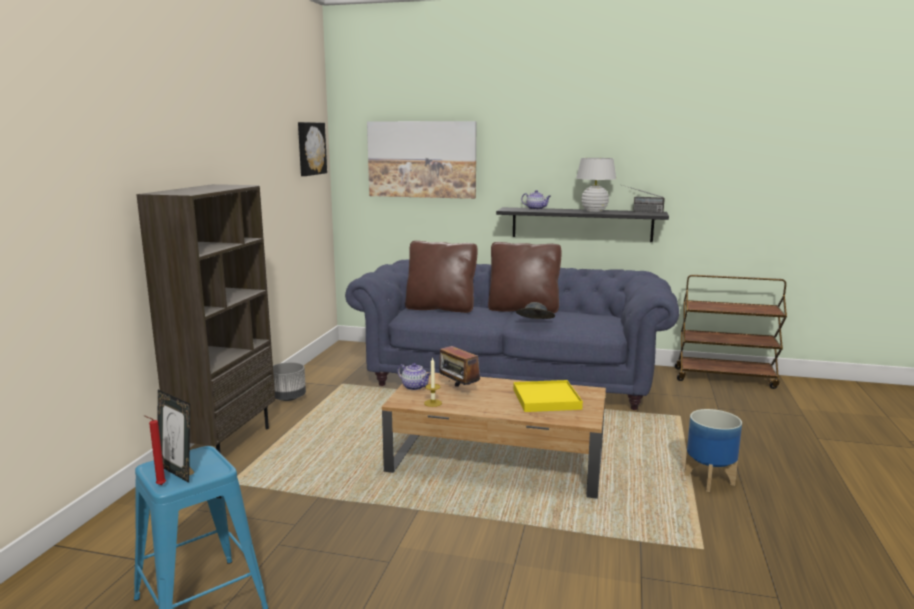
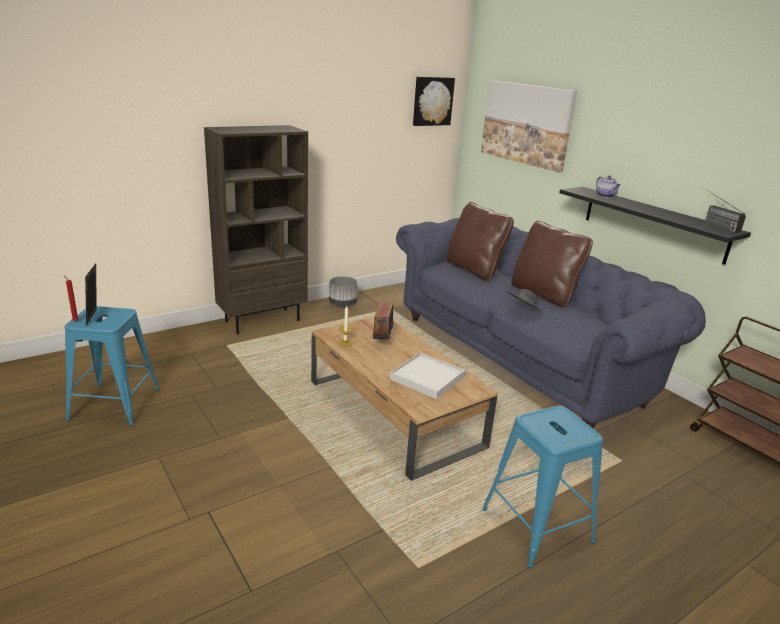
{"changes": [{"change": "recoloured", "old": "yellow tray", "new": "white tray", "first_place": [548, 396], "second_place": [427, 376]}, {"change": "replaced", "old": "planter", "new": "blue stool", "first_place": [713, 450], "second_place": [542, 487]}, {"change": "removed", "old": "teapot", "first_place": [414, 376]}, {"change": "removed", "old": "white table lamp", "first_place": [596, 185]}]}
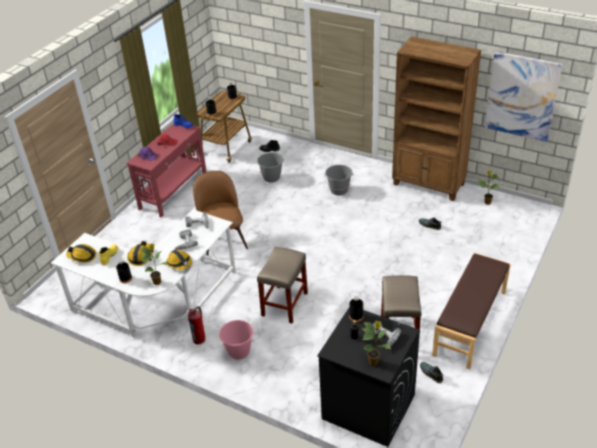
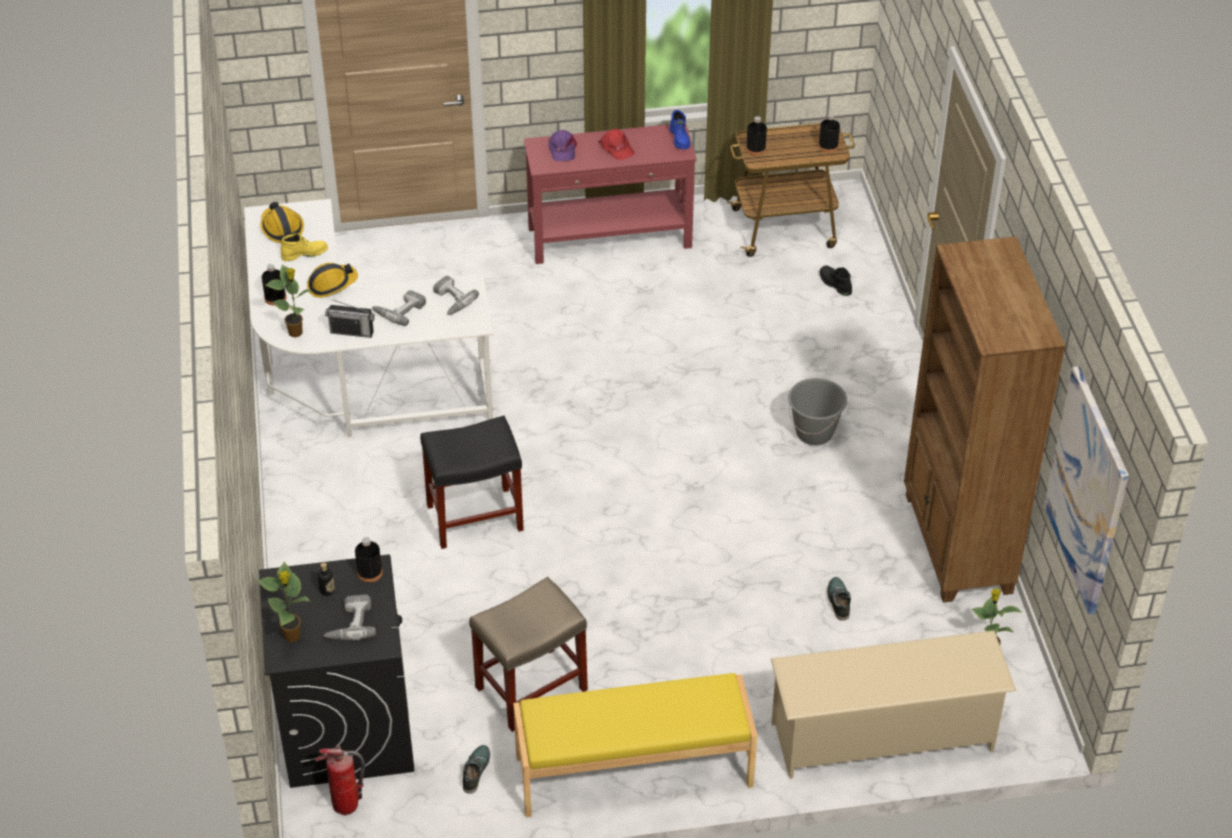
{"changes": [{"change": "moved", "old": "fire extinguisher", "first_place": [196, 325], "second_place": [340, 780]}, {"change": "replaced", "old": "hard hat", "new": "radio", "first_place": [179, 260], "second_place": [350, 318]}, {"change": "recoloured", "old": "beige stool", "new": "black stool", "first_place": [282, 285], "second_place": [472, 482]}, {"change": "recoloured", "old": "brown bench", "new": "yellow bench", "first_place": [471, 311], "second_place": [635, 745]}, {"change": "added", "new": "beige shoe rack", "second_place": [893, 705]}, {"change": "removed", "old": "brown chair", "first_place": [220, 213]}, {"change": "removed", "old": "pink bucket", "first_place": [236, 339]}, {"change": "removed", "old": "grey bucket", "first_place": [270, 168]}]}
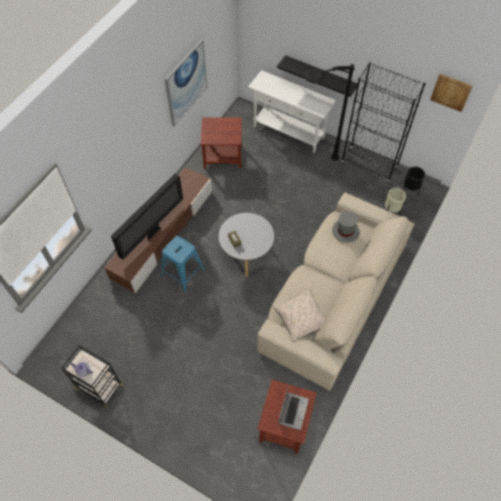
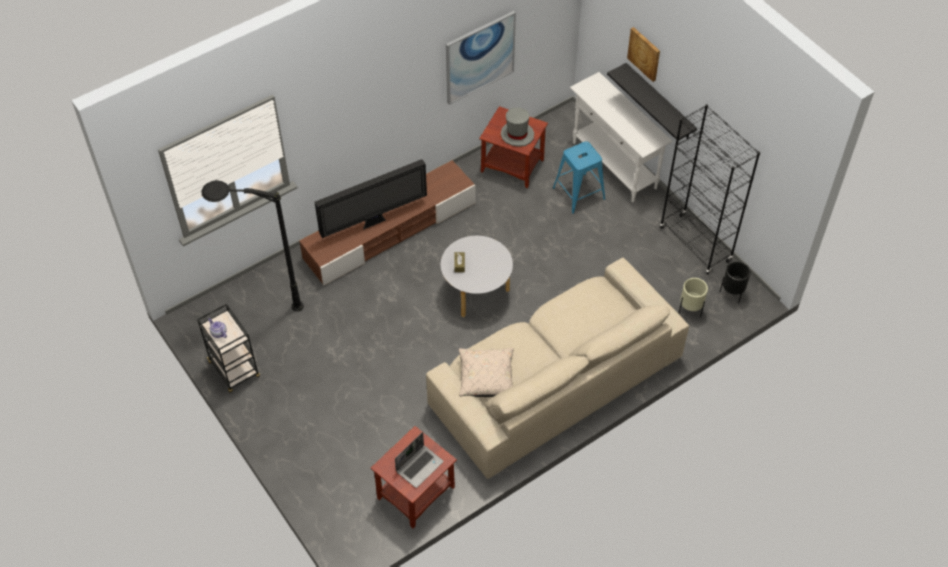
{"changes": [{"change": "moved", "old": "black floor lamp", "first_place": [329, 112], "second_place": [252, 245]}, {"change": "moved", "old": "grey hat", "first_place": [346, 227], "second_place": [517, 127]}, {"change": "moved", "old": "blue stool", "first_place": [183, 264], "second_place": [579, 177]}, {"change": "moved", "old": "picture", "first_place": [451, 93], "second_place": [643, 54]}]}
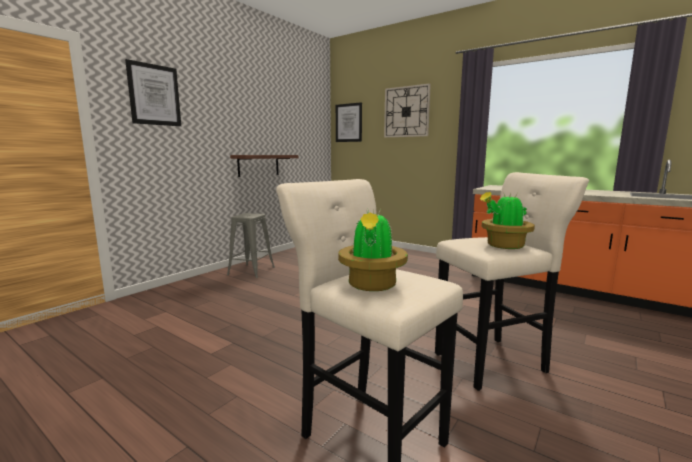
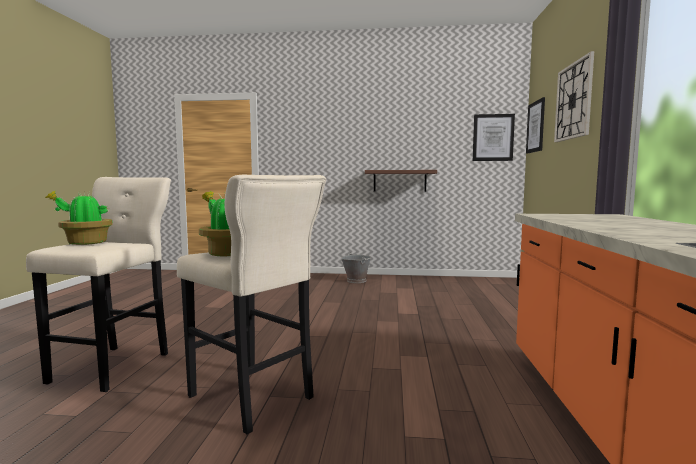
{"changes": [{"change": "replaced", "old": "grey stool", "new": "grey bucket", "first_place": [251, 245], "second_place": [356, 267]}, {"change": "moved", "old": "picture", "first_place": [153, 92], "second_place": [494, 137]}]}
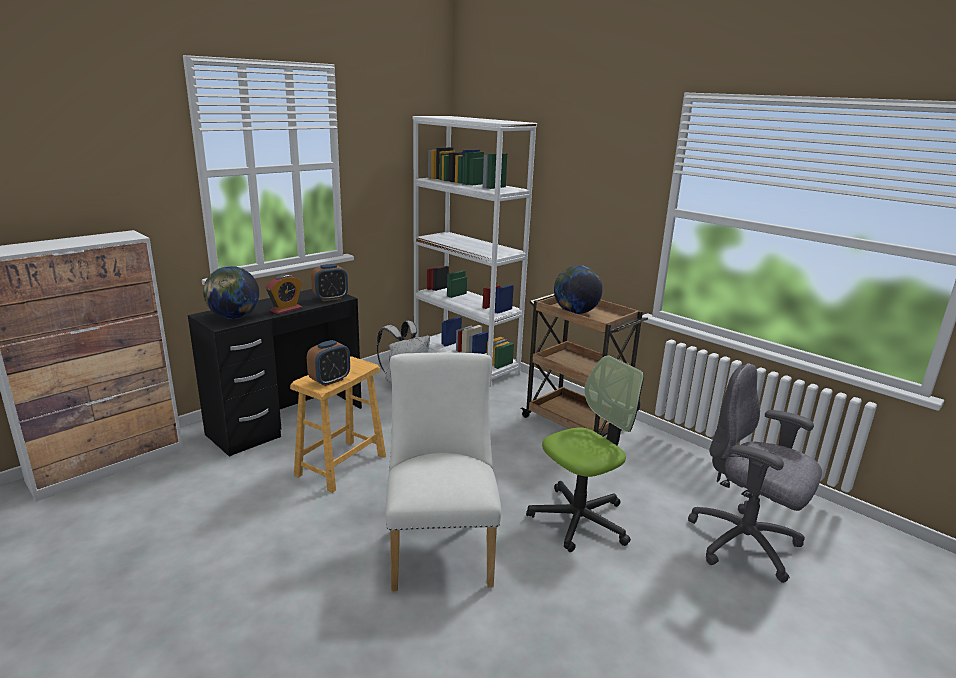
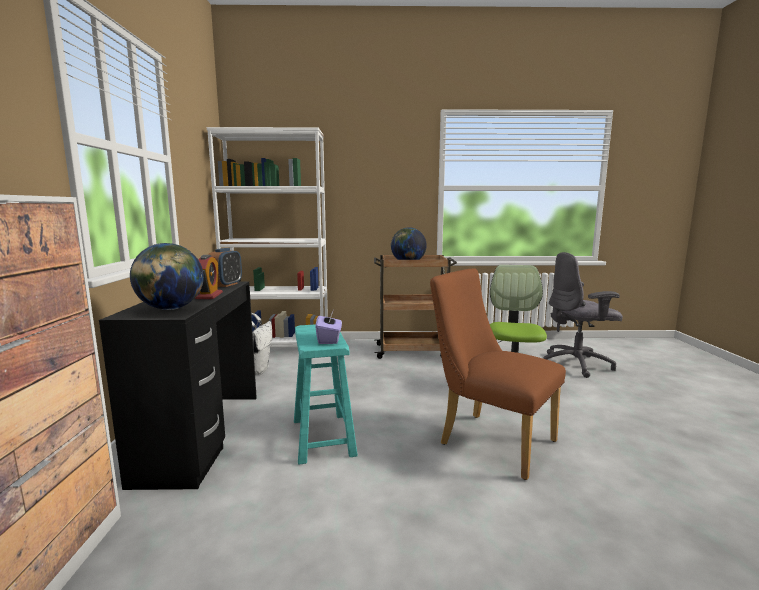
{"changes": [{"change": "recoloured", "old": "brown stool", "new": "turquoise stool", "first_place": [338, 424], "second_place": [326, 394]}, {"change": "replaced", "old": "alarm clock", "new": "purple tissue box", "first_place": [328, 363], "second_place": [329, 327]}, {"change": "recoloured", "old": "white chair", "new": "brown chair", "first_place": [443, 472], "second_place": [498, 374]}]}
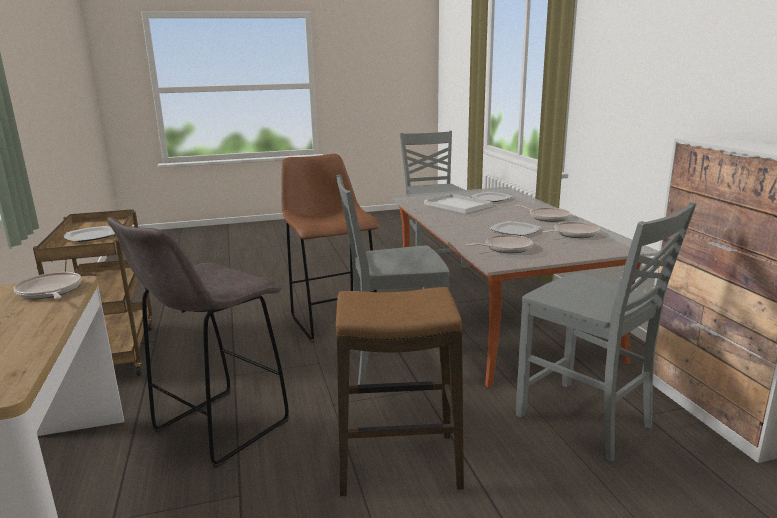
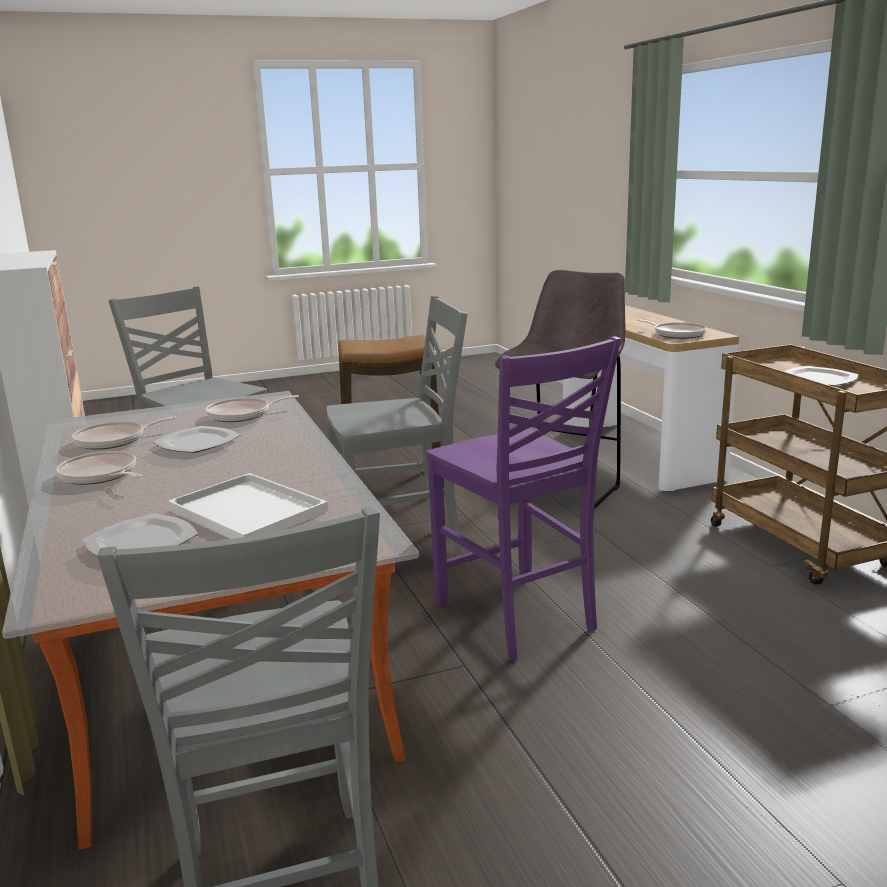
{"changes": [{"change": "replaced", "old": "brown stool", "new": "purple chair", "first_place": [330, 248], "second_place": [523, 498]}]}
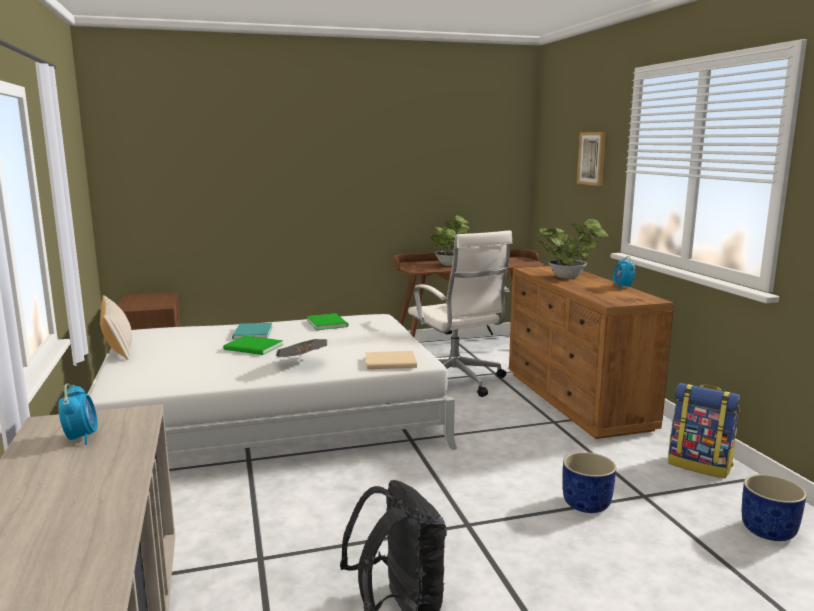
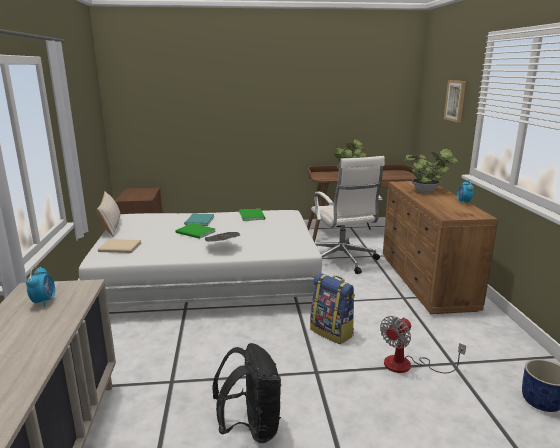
{"changes": [{"change": "moved", "old": "beige book", "first_place": [391, 360], "second_place": [119, 246]}, {"change": "moved", "old": "backpack", "first_place": [704, 430], "second_place": [332, 308]}, {"change": "replaced", "old": "blue planter", "new": "fan", "first_place": [589, 482], "second_place": [423, 344]}]}
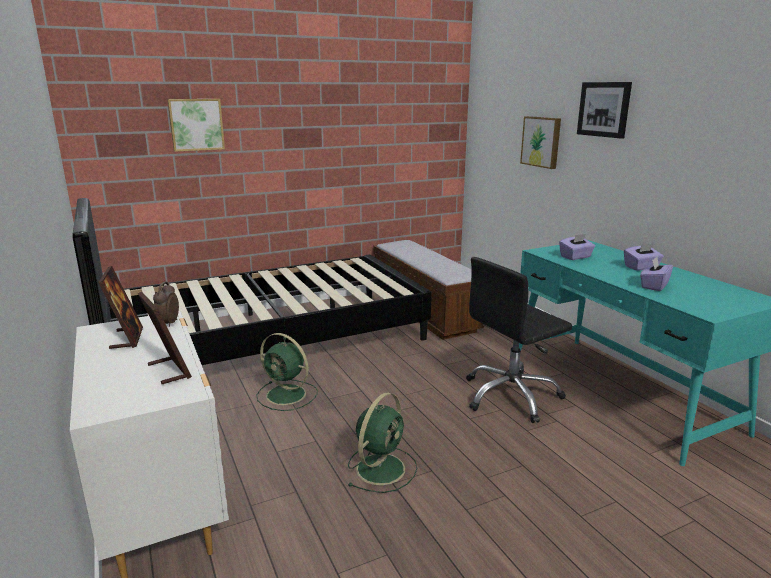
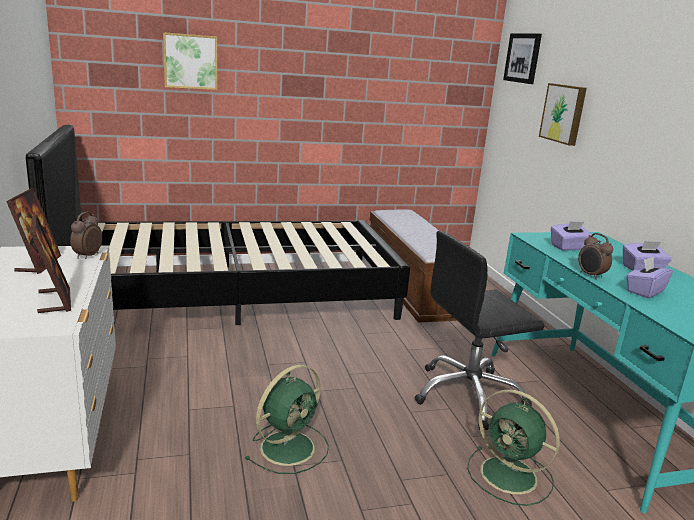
{"changes": [{"change": "moved", "old": "green fan", "first_place": [287, 372], "second_place": [513, 447]}, {"change": "moved", "old": "picture", "first_place": [604, 110], "second_place": [522, 58]}, {"change": "added", "new": "alarm clock", "second_place": [595, 256]}]}
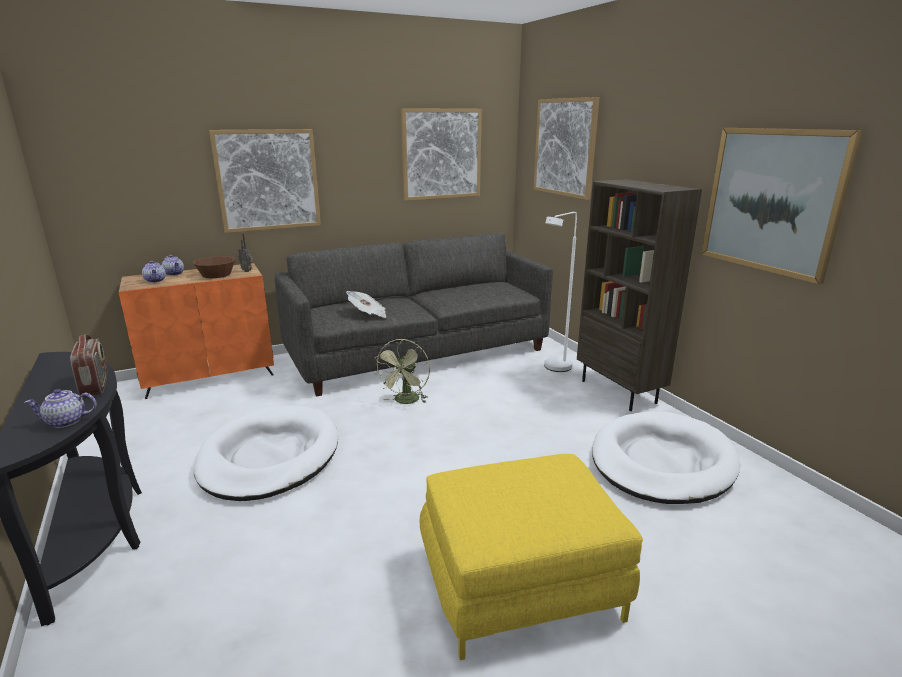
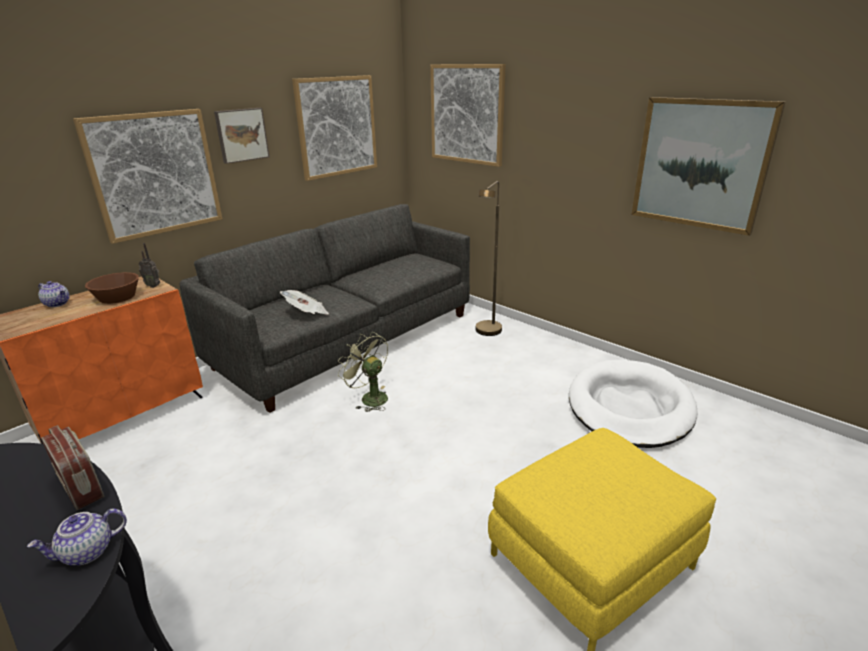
{"changes": [{"change": "added", "new": "picture", "second_place": [241, 136]}, {"change": "turned", "old": "green fan", "first_place": [402, 371], "second_place": [363, 372], "degrees": 135}, {"change": "recoloured", "old": "white floor lamp", "new": "brown floor lamp", "first_place": [560, 292], "second_place": [489, 258]}, {"change": "removed", "old": "teapot", "first_place": [154, 272]}, {"change": "removed", "old": "white dog bed", "first_place": [266, 453]}, {"change": "removed", "old": "brown bookcase", "first_place": [639, 295]}]}
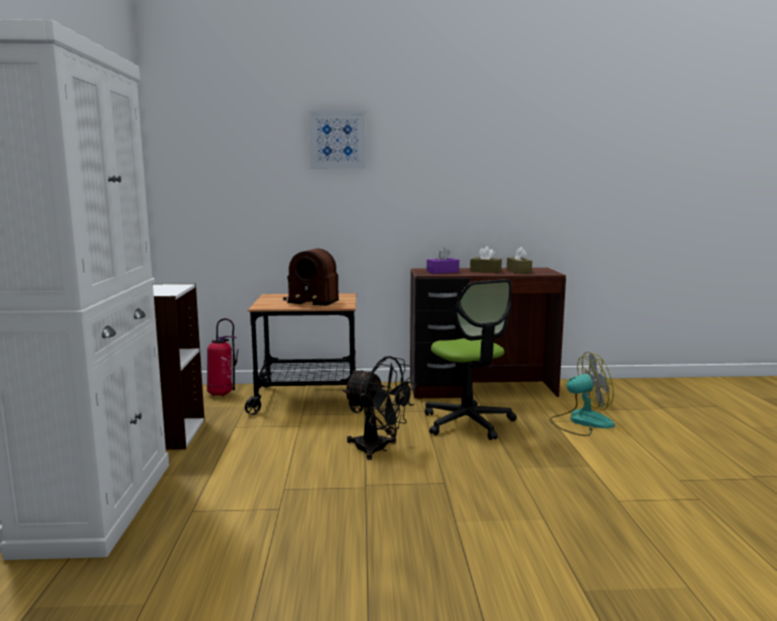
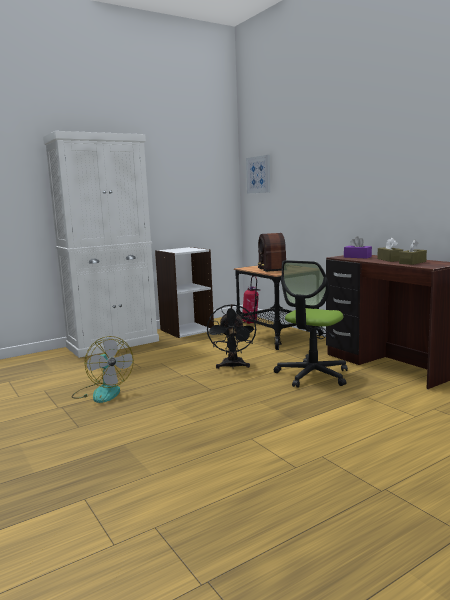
{"changes": [{"change": "moved", "old": "fan", "first_place": [582, 394], "second_place": [103, 369]}, {"change": "moved", "old": "picture", "first_place": [337, 139], "second_place": [258, 174]}]}
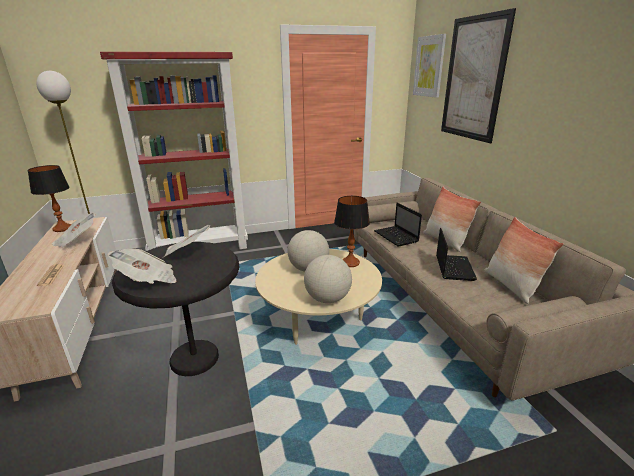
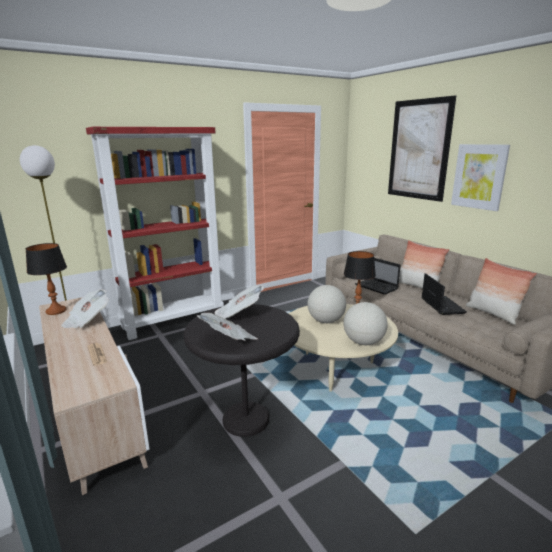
{"changes": [{"change": "moved", "old": "picture", "first_place": [429, 66], "second_place": [480, 177]}]}
